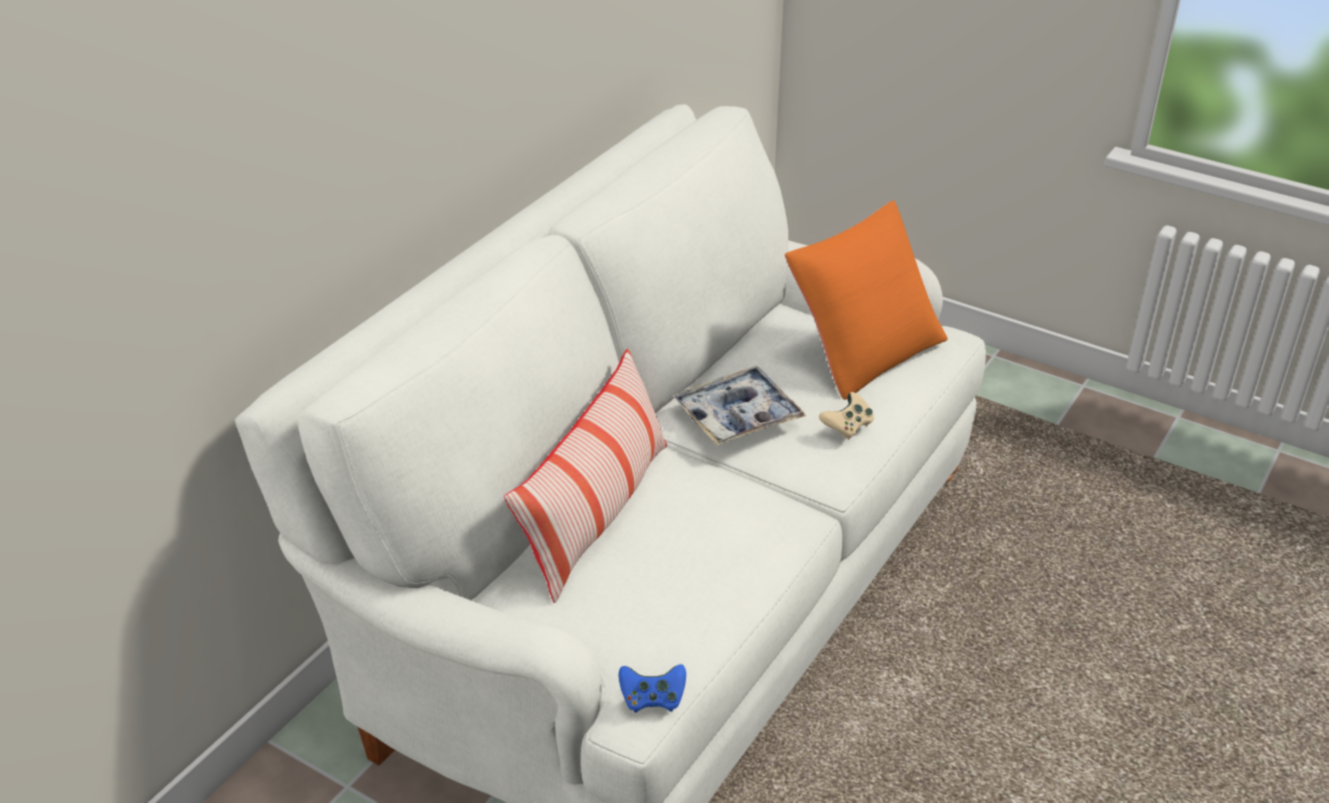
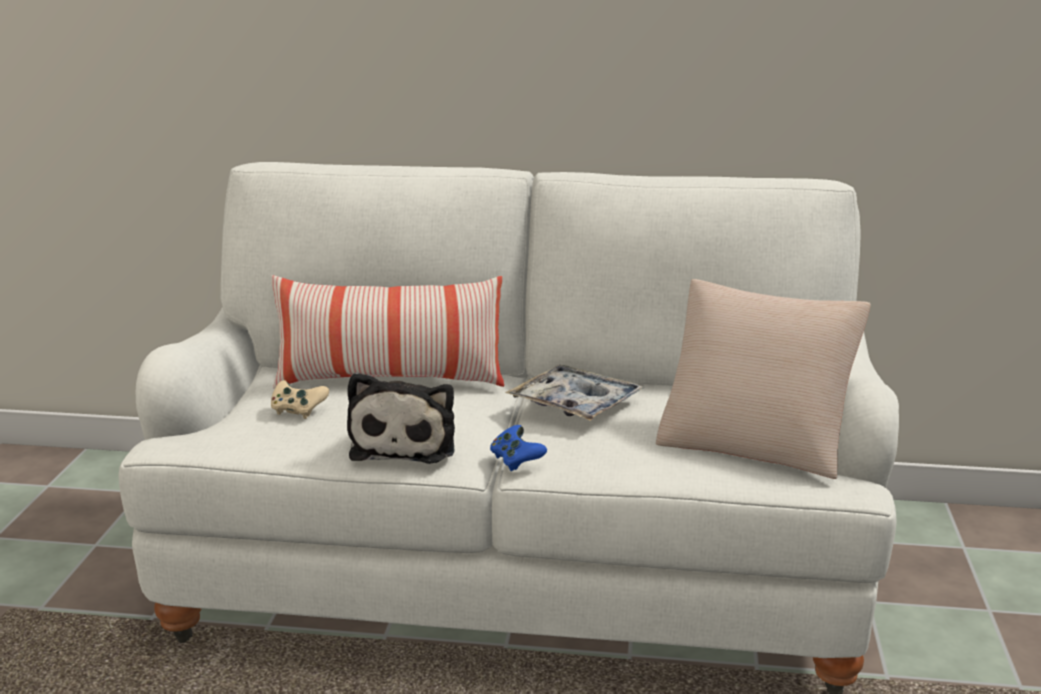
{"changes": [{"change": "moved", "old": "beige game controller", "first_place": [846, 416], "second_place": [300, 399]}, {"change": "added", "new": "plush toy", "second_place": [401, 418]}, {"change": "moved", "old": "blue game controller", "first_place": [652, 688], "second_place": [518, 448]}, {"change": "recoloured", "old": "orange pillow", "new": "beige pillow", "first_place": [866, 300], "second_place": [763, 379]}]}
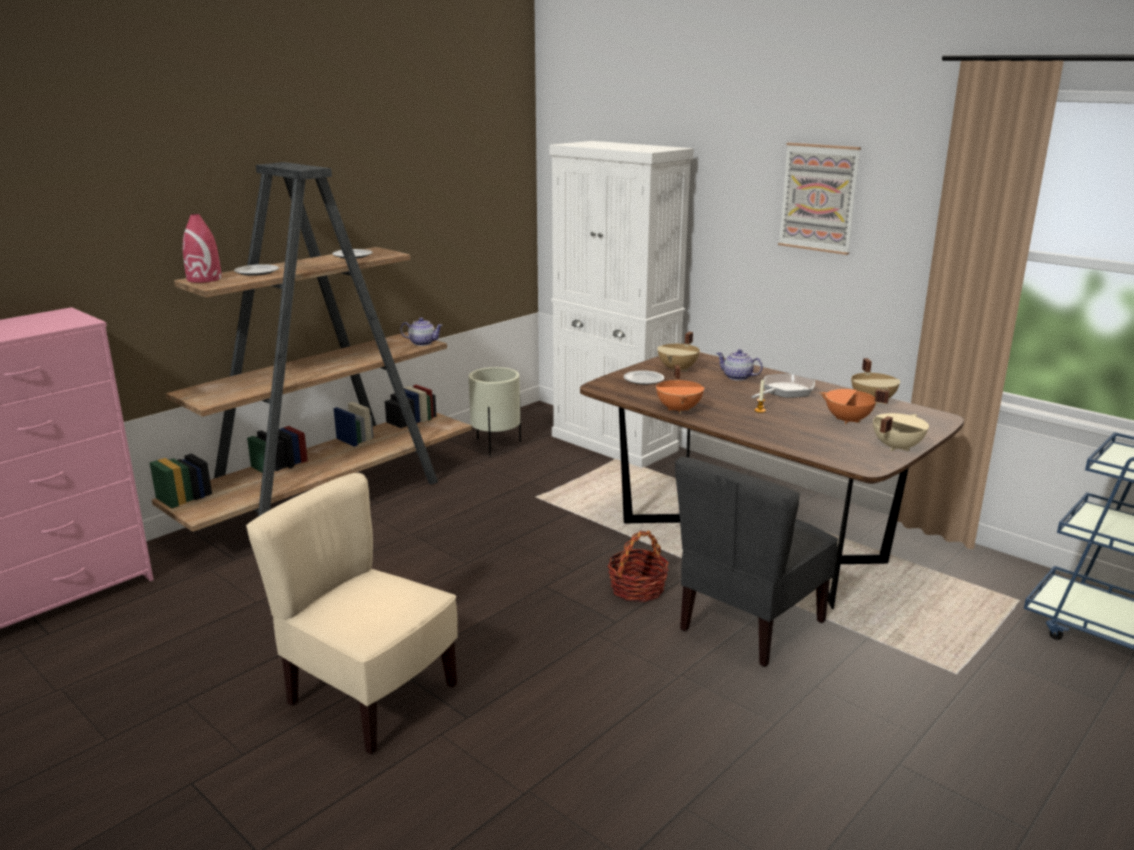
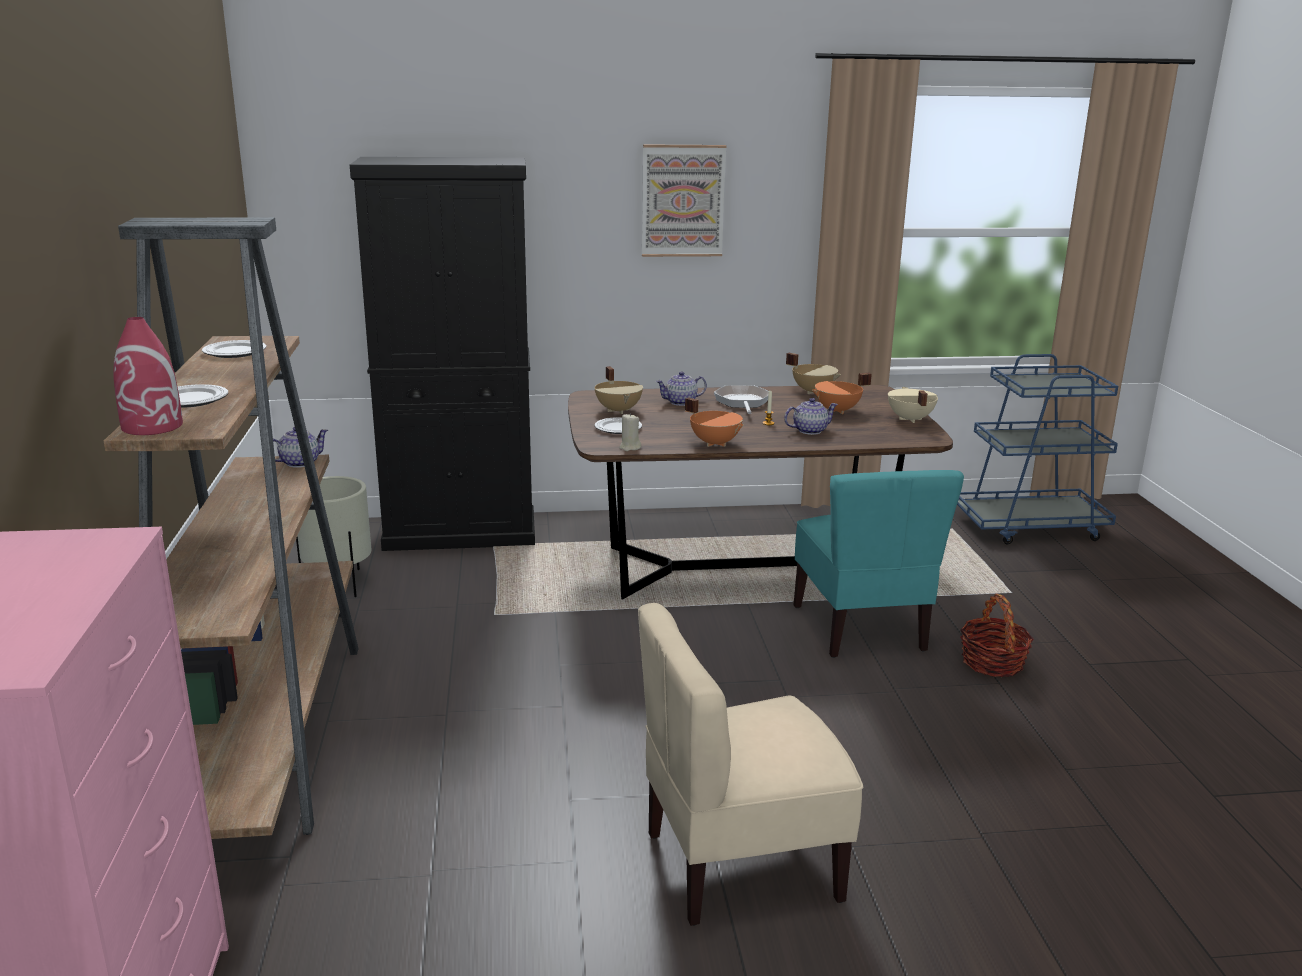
{"changes": [{"change": "recoloured", "old": "white cabinet", "new": "black cabinet", "first_place": [621, 304], "second_place": [442, 354]}, {"change": "added", "new": "beige candle", "second_place": [630, 432]}, {"change": "added", "new": "teapot", "second_place": [811, 416]}, {"change": "recoloured", "old": "grey chair", "new": "turquoise chair", "first_place": [756, 562], "second_place": [878, 564]}, {"change": "moved", "old": "basket", "first_place": [638, 566], "second_place": [997, 635]}]}
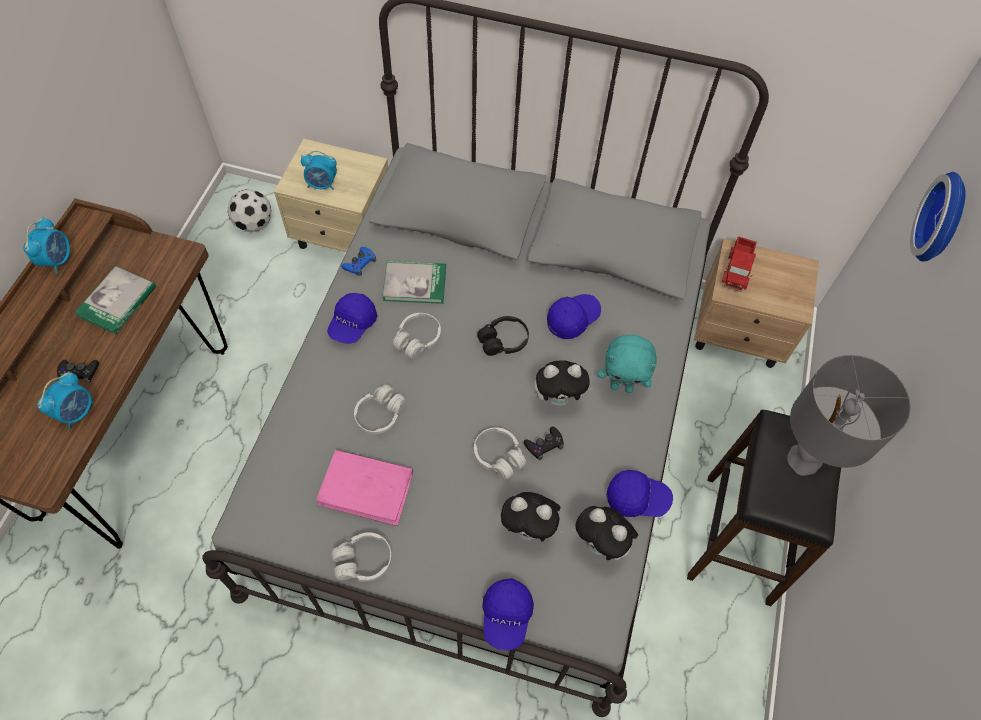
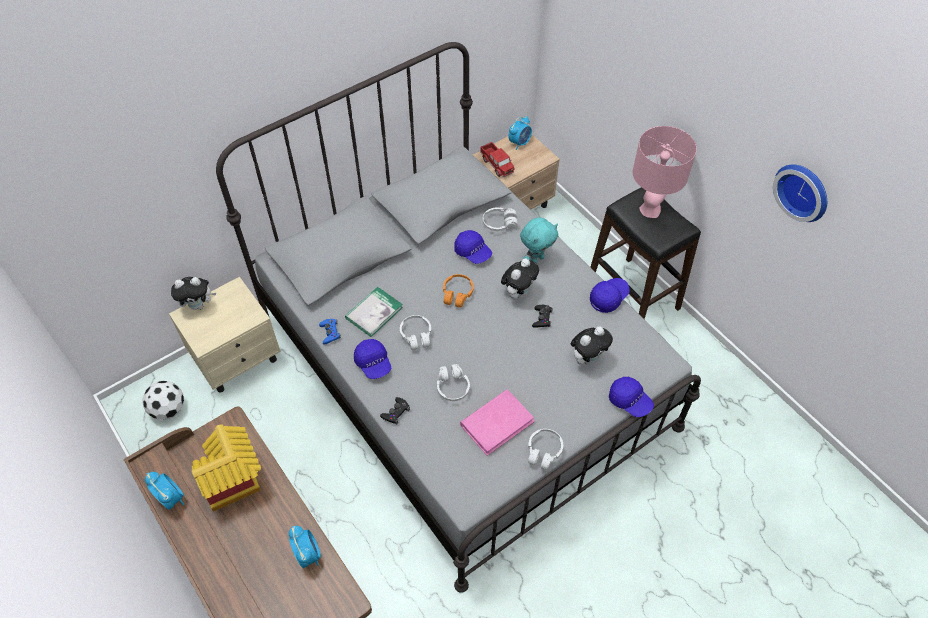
{"changes": [{"change": "moved", "old": "plush toy", "first_place": [606, 533], "second_place": [193, 293]}, {"change": "replaced", "old": "book", "new": "toy house", "first_place": [115, 300], "second_place": [226, 468]}, {"change": "moved", "old": "black game controller", "first_place": [78, 371], "second_place": [395, 410]}, {"change": "recoloured", "old": "black headphones", "new": "orange headphones", "first_place": [503, 336], "second_place": [458, 291]}, {"change": "turned", "old": "blue cap", "first_place": [574, 316], "second_place": [473, 247], "degrees": 135}, {"change": "moved", "old": "white headphones", "first_place": [500, 453], "second_place": [500, 219]}, {"change": "moved", "old": "alarm clock", "first_place": [319, 170], "second_place": [520, 133]}, {"change": "recoloured", "old": "grey table lamp", "new": "pink table lamp", "first_place": [849, 415], "second_place": [665, 172]}, {"change": "moved", "old": "wall clock", "first_place": [938, 217], "second_place": [800, 193]}]}
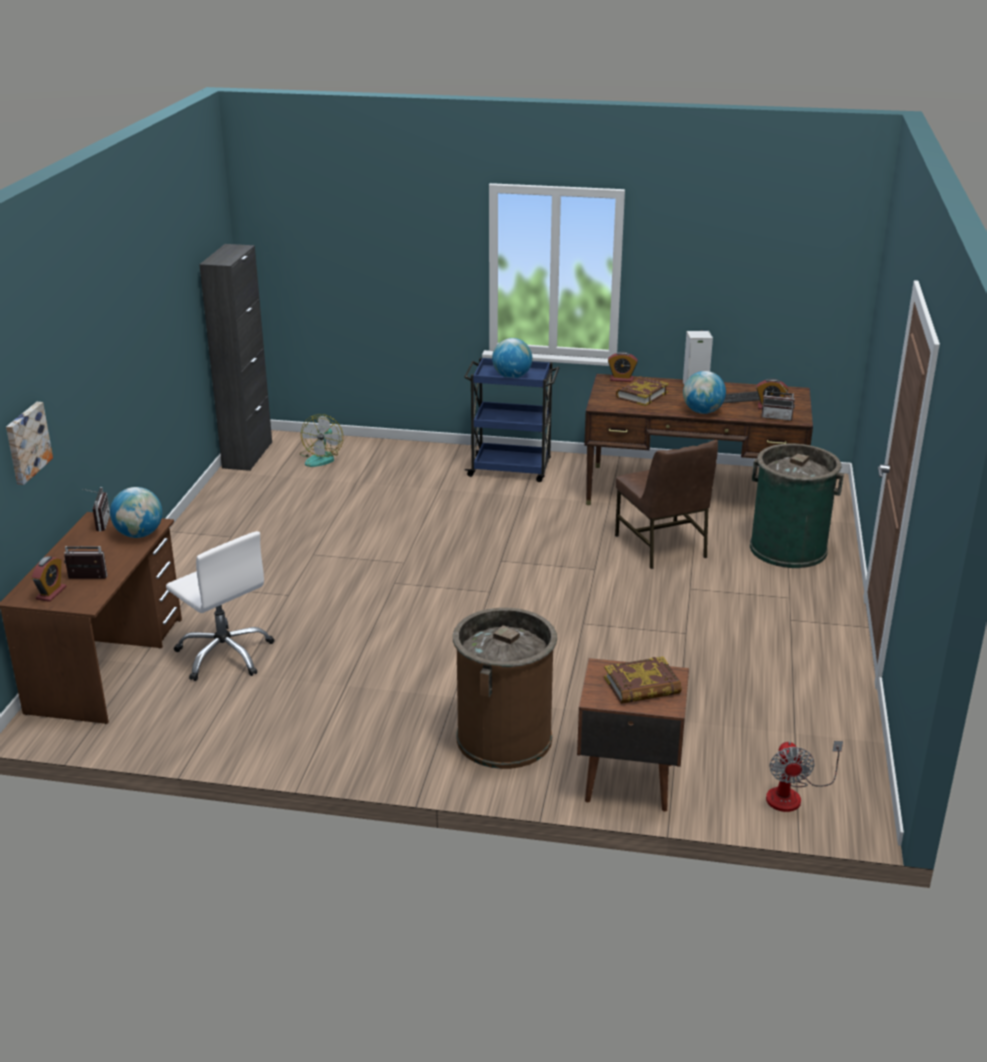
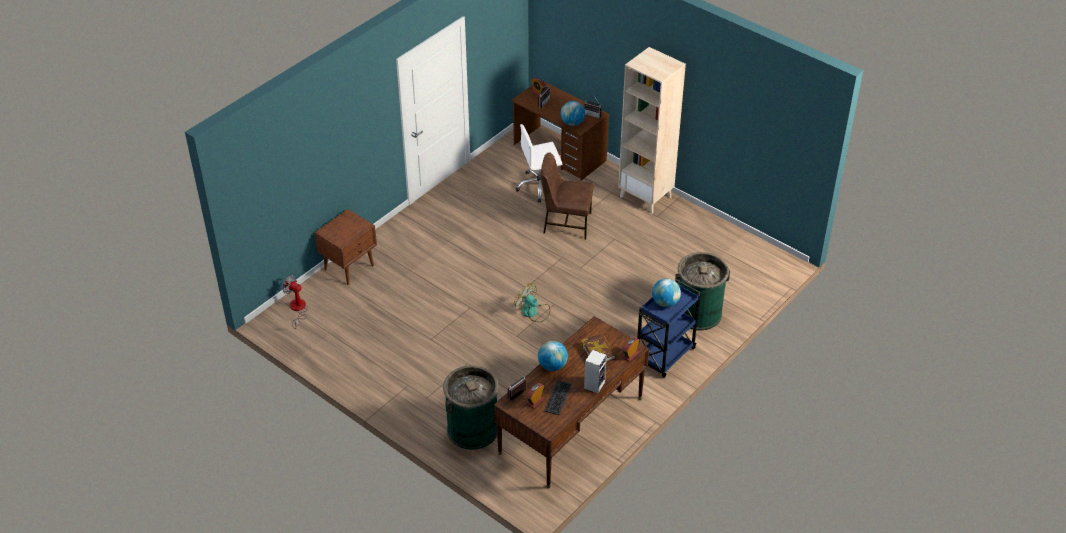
{"changes": [{"change": "moved", "old": "fan", "first_place": [321, 440], "second_place": [532, 302]}, {"change": "moved", "old": "brown chair", "first_place": [666, 504], "second_place": [567, 195]}, {"change": "added", "new": "beige bookcase", "second_place": [652, 130]}, {"change": "added", "new": "green trash can", "second_place": [702, 291]}, {"change": "removed", "old": "picture", "first_place": [29, 443]}, {"change": "removed", "old": "black cabinet", "first_place": [235, 357]}, {"change": "removed", "old": "brown trash can", "first_place": [505, 688]}, {"change": "removed", "old": "book", "first_place": [643, 680]}]}
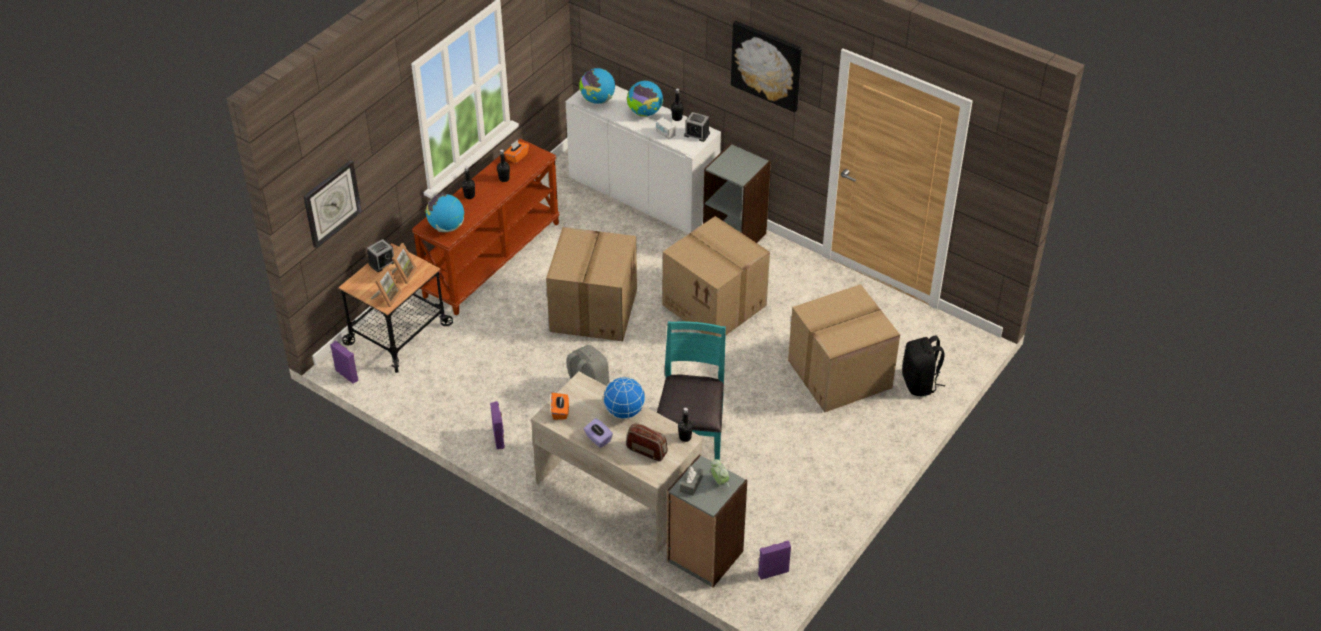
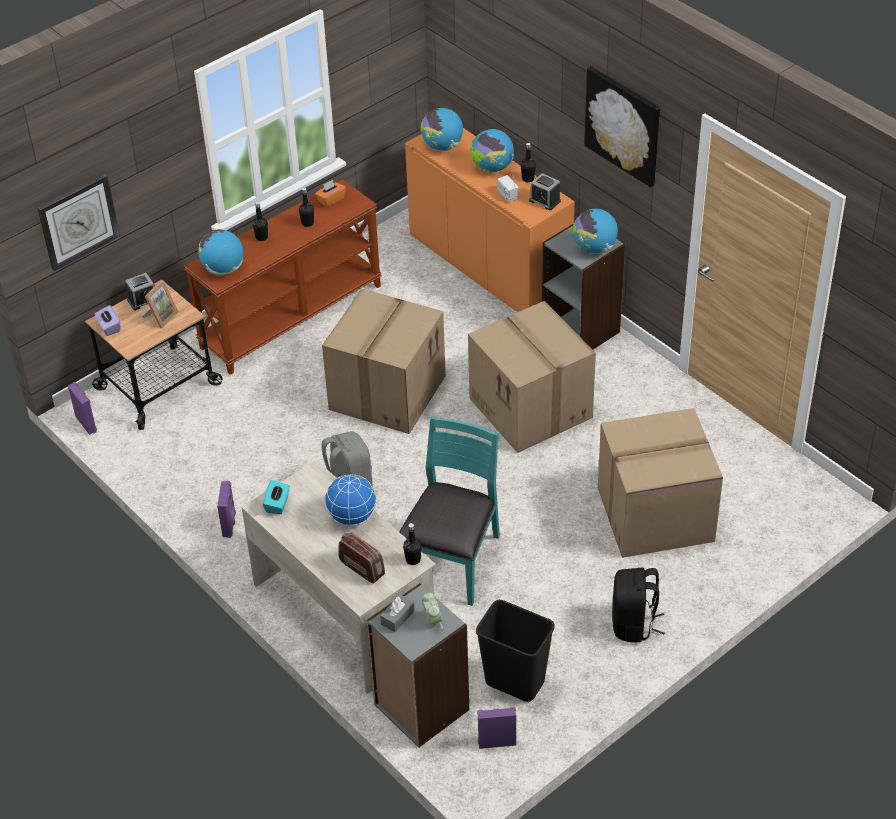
{"changes": [{"change": "moved", "old": "purple tissue box", "first_place": [598, 433], "second_place": [107, 320]}, {"change": "recoloured", "old": "orange tissue box", "new": "turquoise tissue box", "first_place": [560, 406], "second_place": [276, 497]}, {"change": "recoloured", "old": "white cabinet", "new": "orange cabinet", "first_place": [643, 159], "second_place": [490, 220]}, {"change": "added", "new": "black trash can", "second_place": [515, 651]}, {"change": "added", "new": "globe", "second_place": [595, 231]}, {"change": "moved", "old": "black backpack", "first_place": [923, 366], "second_place": [638, 605]}, {"change": "removed", "old": "picture frame", "first_place": [386, 286]}]}
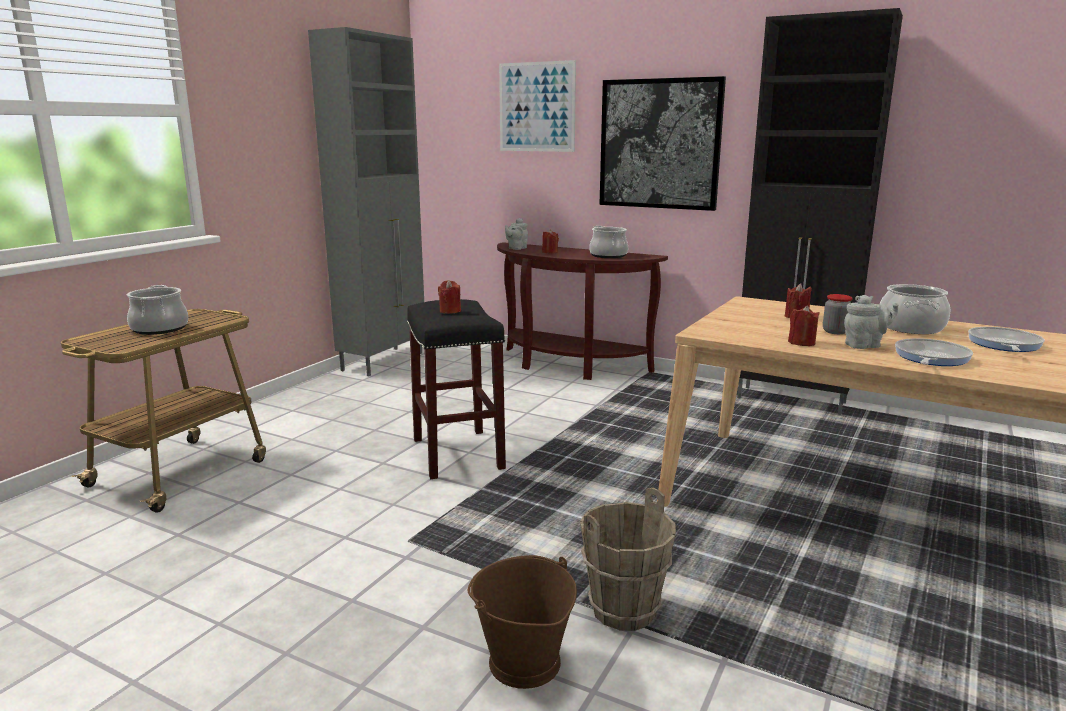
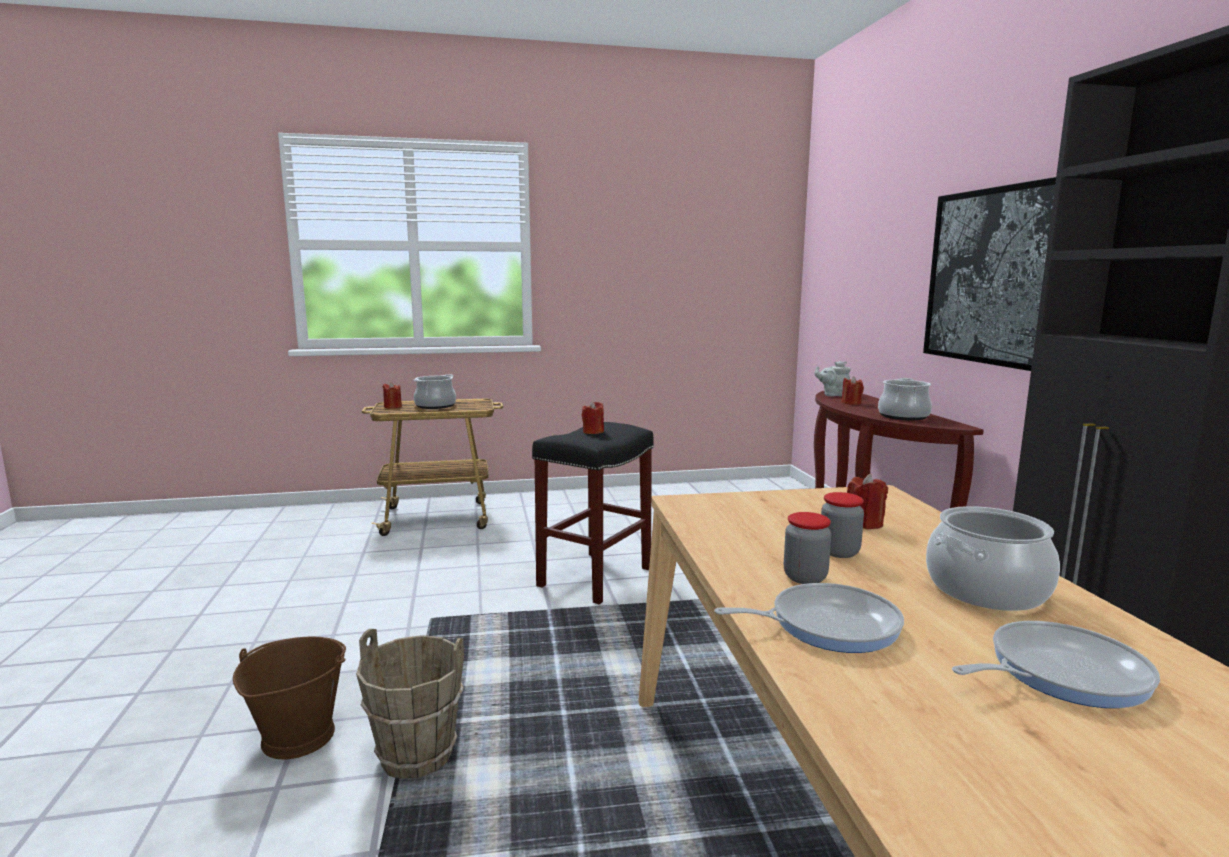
{"changes": [{"change": "moved", "old": "red candle", "first_place": [804, 325], "second_place": [392, 395]}, {"change": "replaced", "old": "grey teapot", "new": "jar", "first_place": [871, 322], "second_place": [807, 548]}, {"change": "removed", "old": "grey cabinet", "first_place": [366, 201]}, {"change": "removed", "old": "picture", "first_place": [537, 106]}]}
